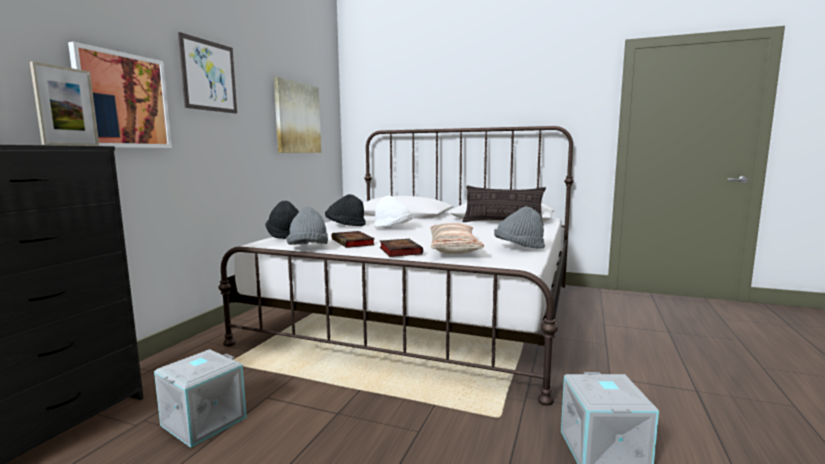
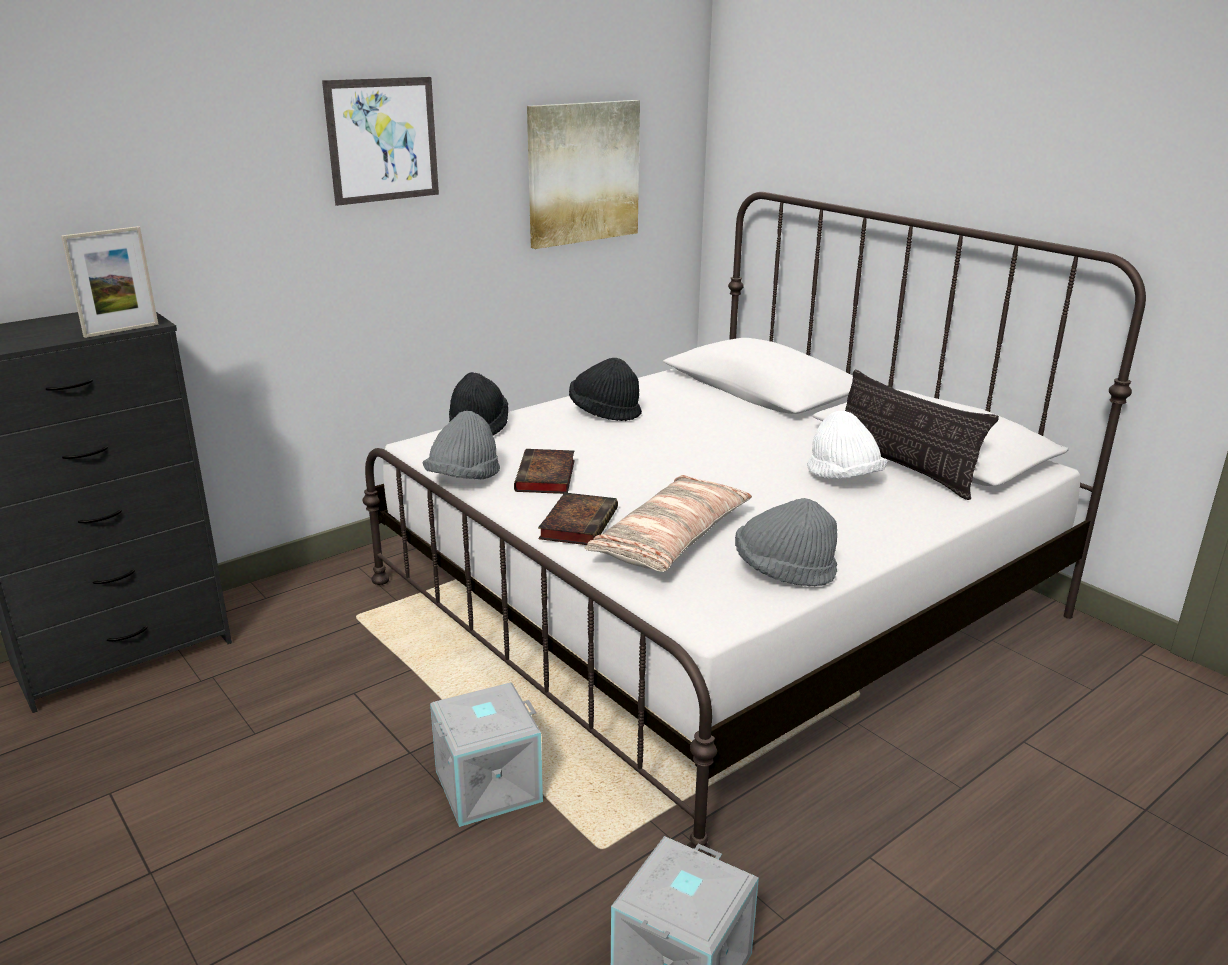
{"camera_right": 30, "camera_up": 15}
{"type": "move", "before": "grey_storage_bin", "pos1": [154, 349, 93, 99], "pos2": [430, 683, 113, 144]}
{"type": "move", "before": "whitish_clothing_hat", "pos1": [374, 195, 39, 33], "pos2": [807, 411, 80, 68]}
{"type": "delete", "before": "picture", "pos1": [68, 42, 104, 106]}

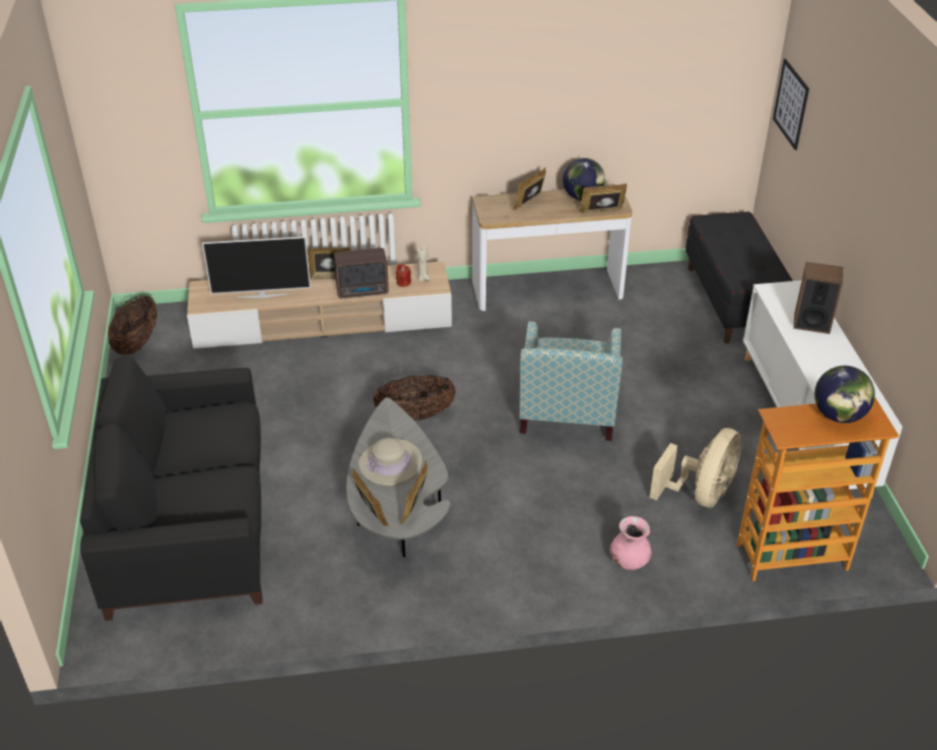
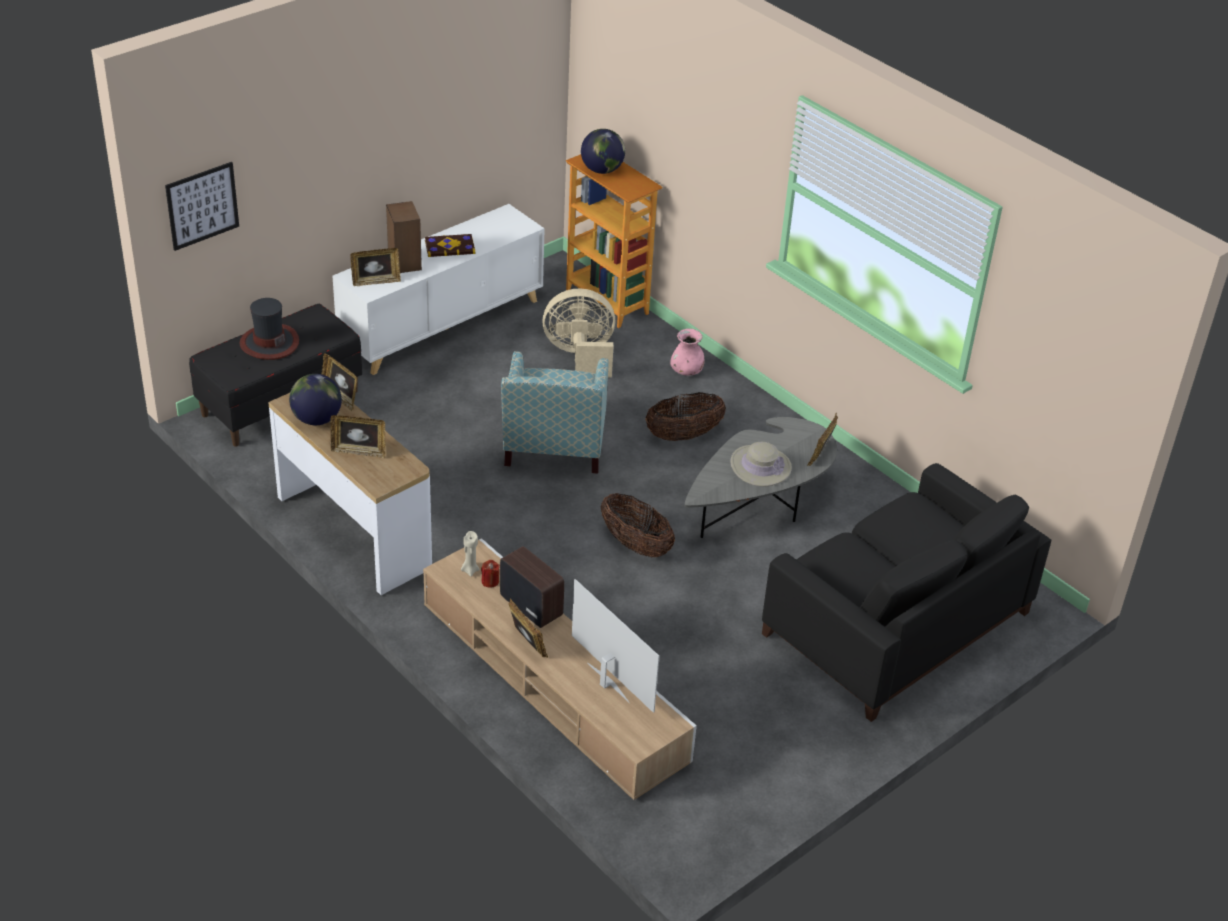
{"camera_right": -125, "camera_up": 0}
{"type": "insert", "after": "clothing_hat", "pos2": [240, 298, 59, 62]}
{"type": "move", "before": "picture_frame", "pos1": [399, 460, 29, 64], "pos2": [350, 248, 51, 38]}
{"type": "insert", "after": "book", "pos2": [425, 234, 50, 23]}
{"type": "rotate", "before": "easy_chair", "pos1": [519, 321, 104, 120], "pos2": [501, 351, 108, 123], "turn": 120}
{"type": "move", "before": "household_basket", "pos1": [108, 295, 49, 60], "pos2": [645, 392, 81, 49]}

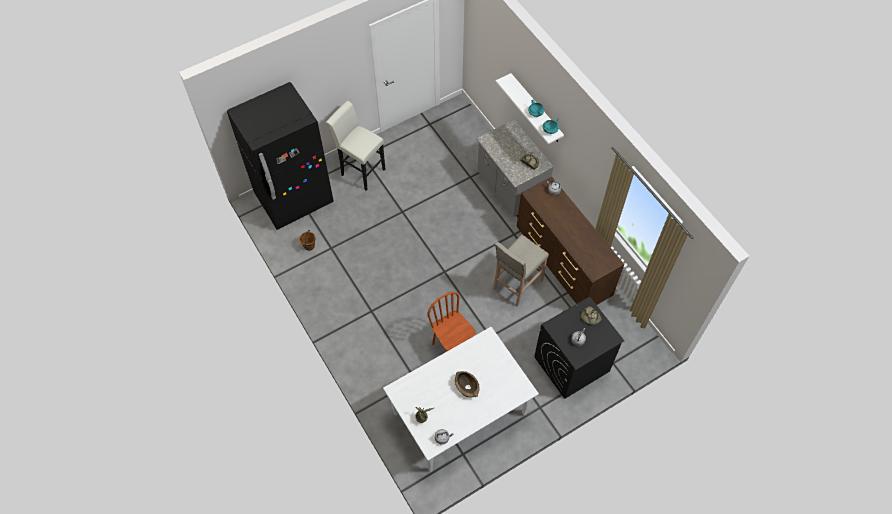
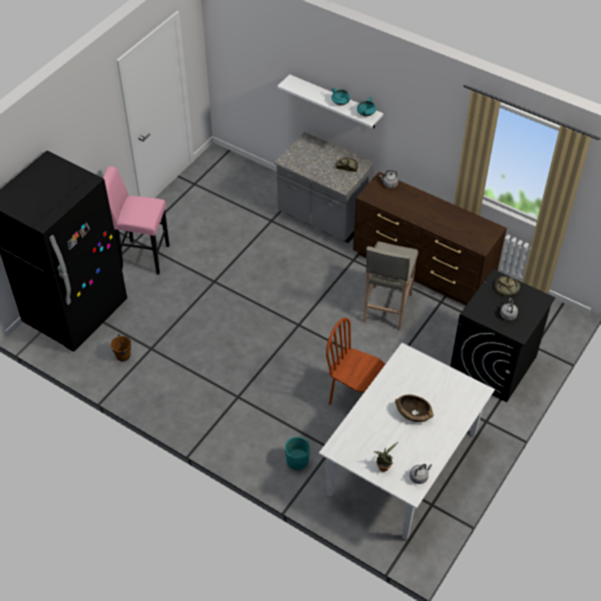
{"camera_right": -25, "camera_up": -10}
{"type": "recolor", "before": "whitish_stool_seat", "after": "pinkish_stool_seat", "pos1": [326, 101, 60, 89], "pos2": [103, 166, 67, 109]}
{"type": "insert", "after": "turquoise-coloured_flower_pot", "pos2": [285, 437, 25, 34]}

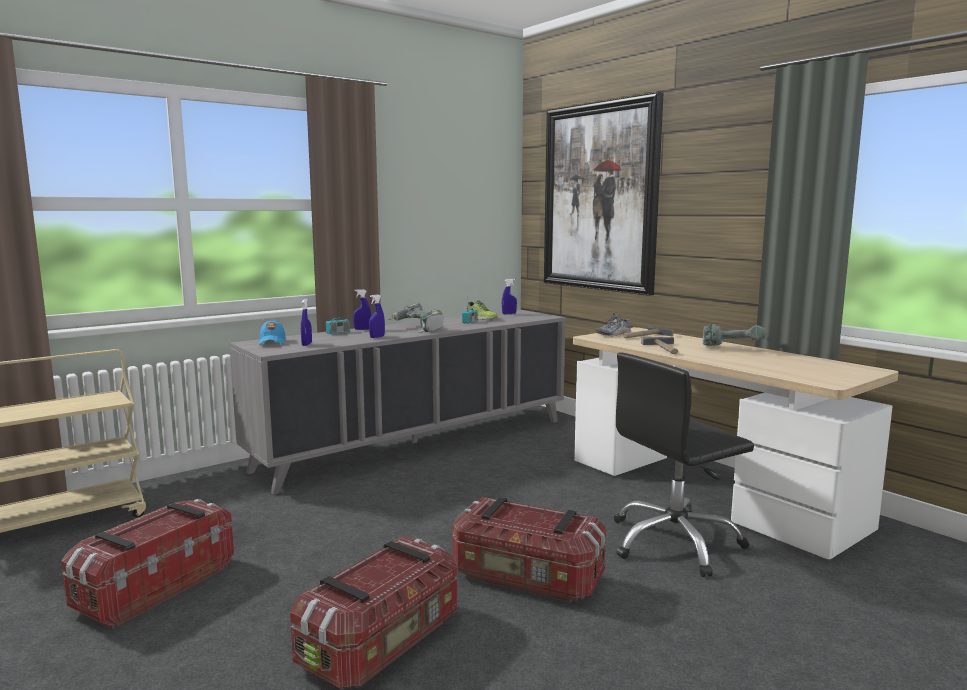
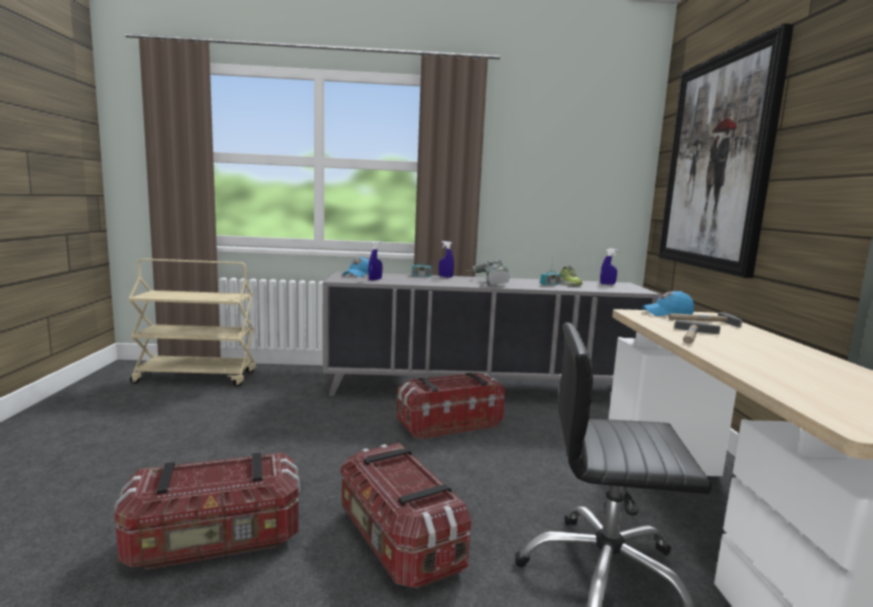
{"camera_right": 35, "camera_up": 0}
{"type": "move", "before": "storage_bin", "pos1": [61, 499, 173, 130], "pos2": [397, 372, 108, 68]}
{"type": "replace", "before": "shoe", "after": "blue_cap", "pos1": [595, 313, 36, 24], "pos2": [642, 291, 52, 25]}
{"type": "delete", "before": "blue_sprayer", "pos1": [369, 294, 16, 44]}
{"type": "delete", "before": "drill", "pos1": [703, 324, 63, 22]}

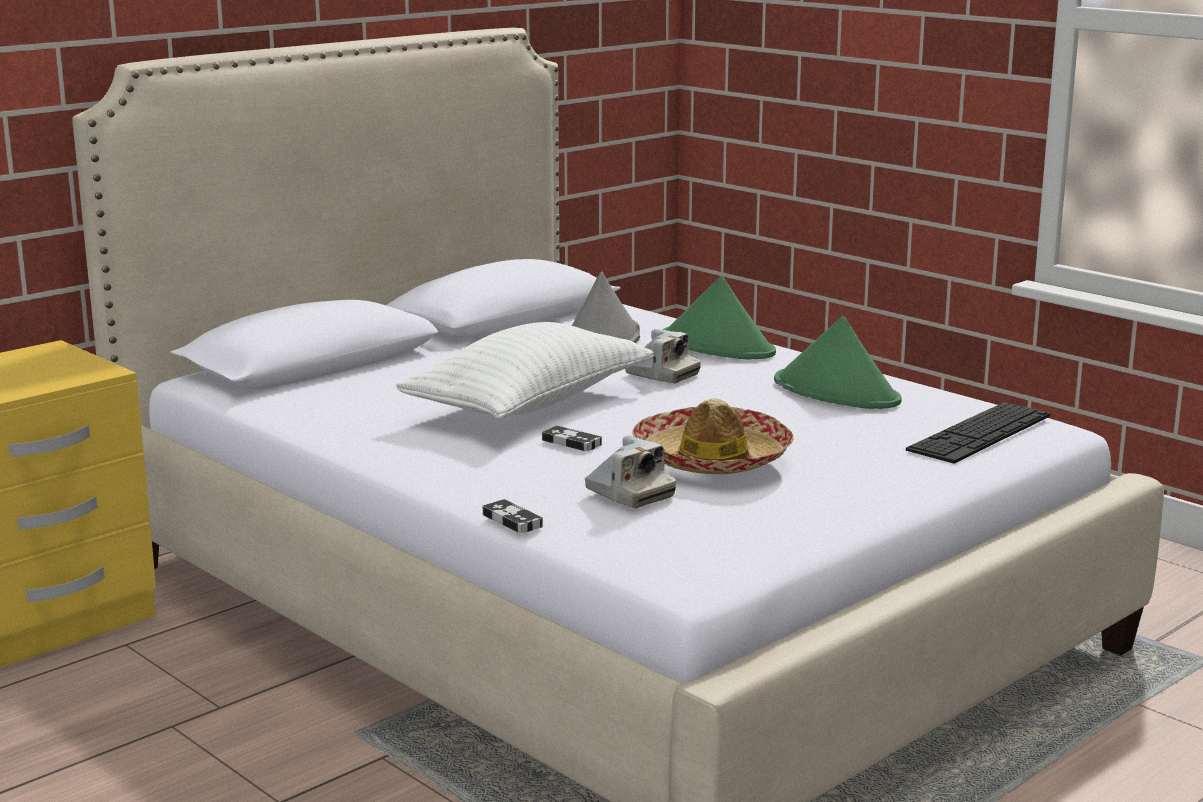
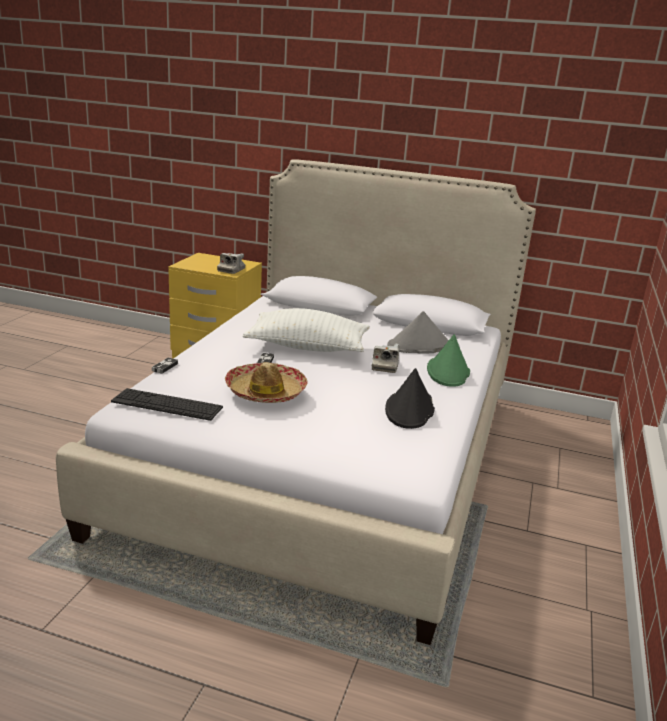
{"camera_right": 60, "camera_up": 5}
{"type": "move", "before": "keyboard", "pos1": [906, 402, 144, 62], "pos2": [111, 388, 112, 33]}
{"type": "move", "before": "photo_camera", "pos1": [585, 435, 91, 73], "pos2": [217, 253, 28, 21]}
{"type": "recolor", "before": "green-coloured_clothing_hat", "after": "blackish_clothing_hat", "pos1": [774, 316, 128, 93], "pos2": [385, 368, 50, 61]}

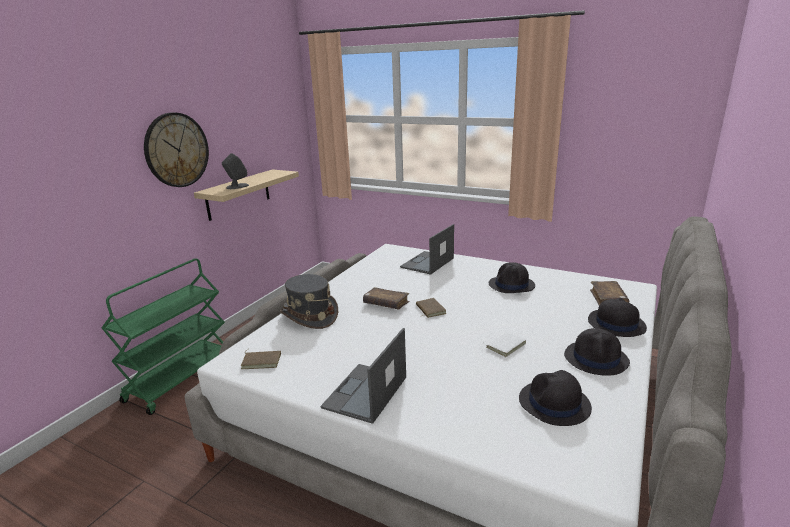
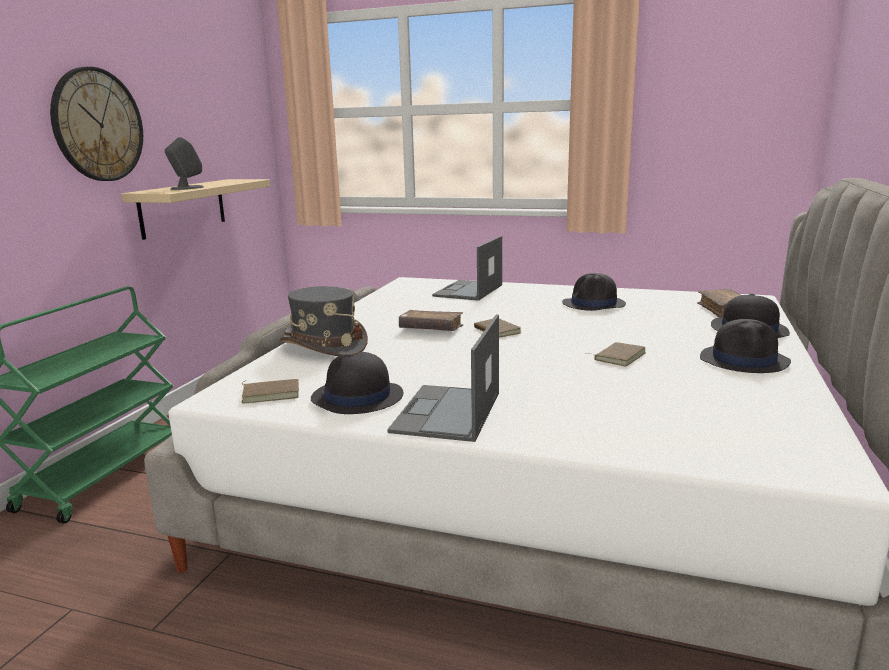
{"camera_right": -10, "camera_up": -5}
{"type": "move", "before": "blackish_clothing_hat", "pos1": [519, 370, 73, 56], "pos2": [311, 352, 92, 62]}
{"type": "recolor", "before": "whitish_book", "after": "brown_book", "pos1": [482, 332, 44, 25], "pos2": [585, 342, 61, 25]}

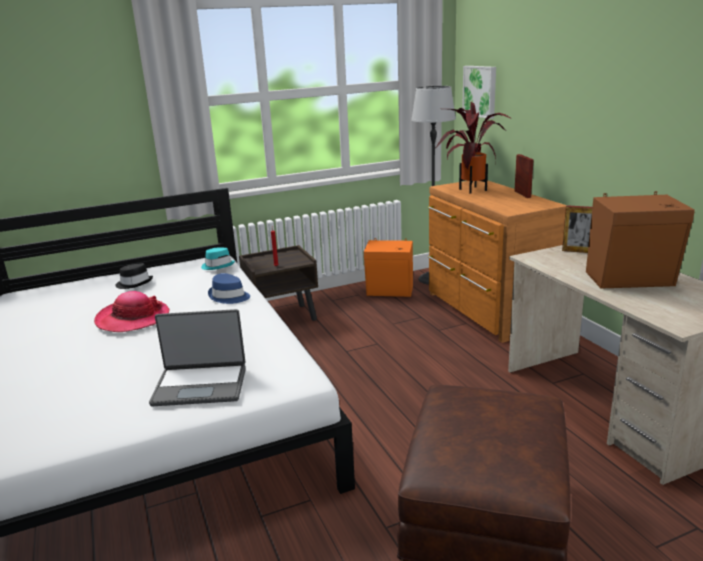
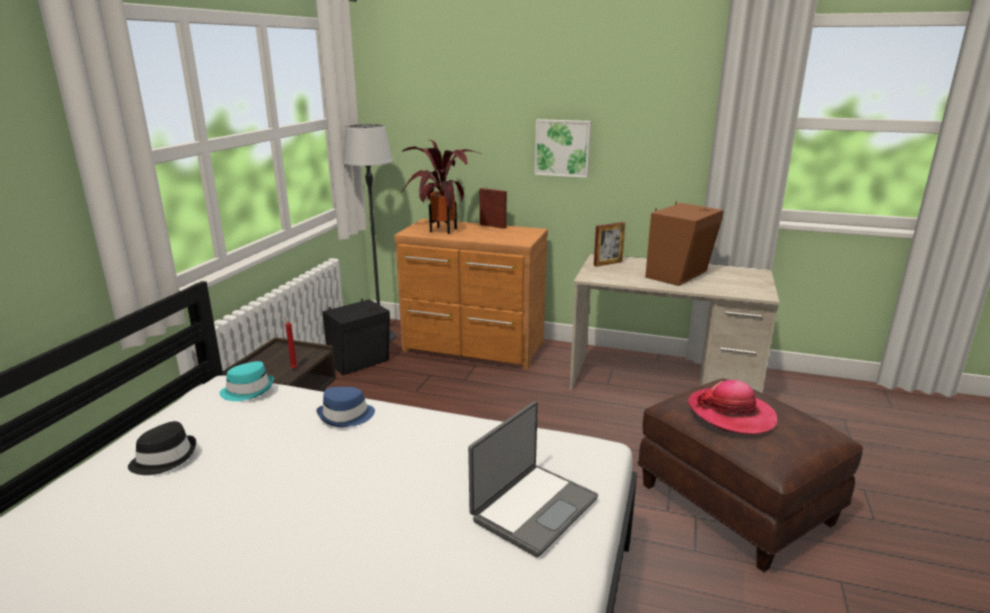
{"camera_right": -50, "camera_up": 0}
{"type": "recolor", "before": "orange-coloured_speaker", "after": "blackish_speaker", "pos1": [364, 238, 49, 59], "pos2": [323, 299, 67, 76]}
{"type": "move", "before": "picture", "pos1": [462, 66, 34, 53], "pos2": [534, 119, 57, 59]}
{"type": "move", "before": "clothing_hat", "pos1": [94, 291, 75, 41], "pos2": [687, 380, 91, 55]}

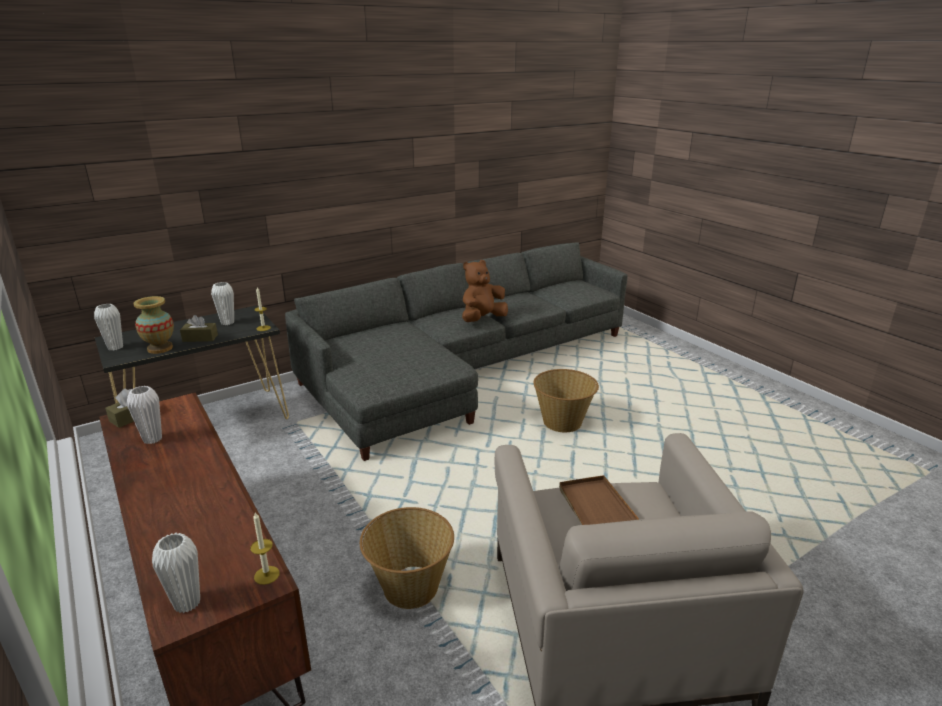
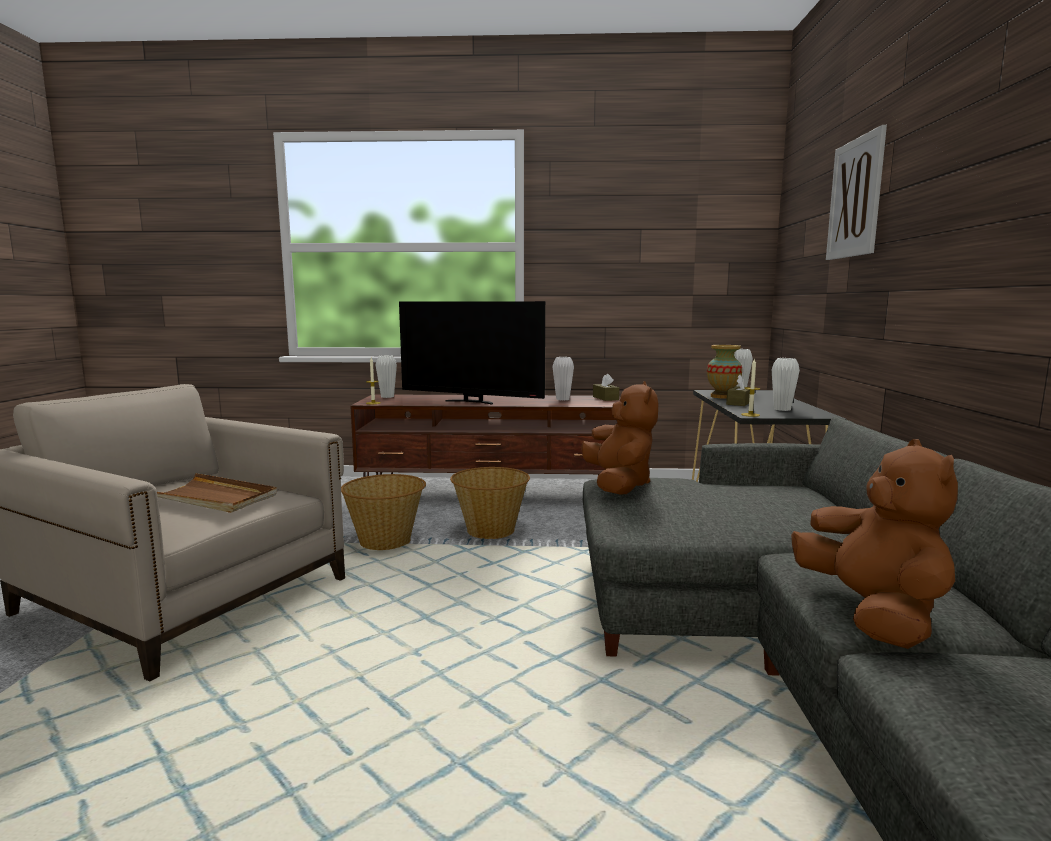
{"camera_right": 125, "camera_up": -15}
{"type": "insert", "after": "TV_set", "pos2": [399, 301, 146, 104]}
{"type": "move", "before": "household_basket", "pos1": [533, 369, 66, 63], "pos2": [450, 467, 80, 72]}
{"type": "insert", "after": "brown_cuddly_toy", "pos2": [581, 381, 78, 114]}
{"type": "insert", "after": "picture", "pos2": [826, 125, 61, 135]}

